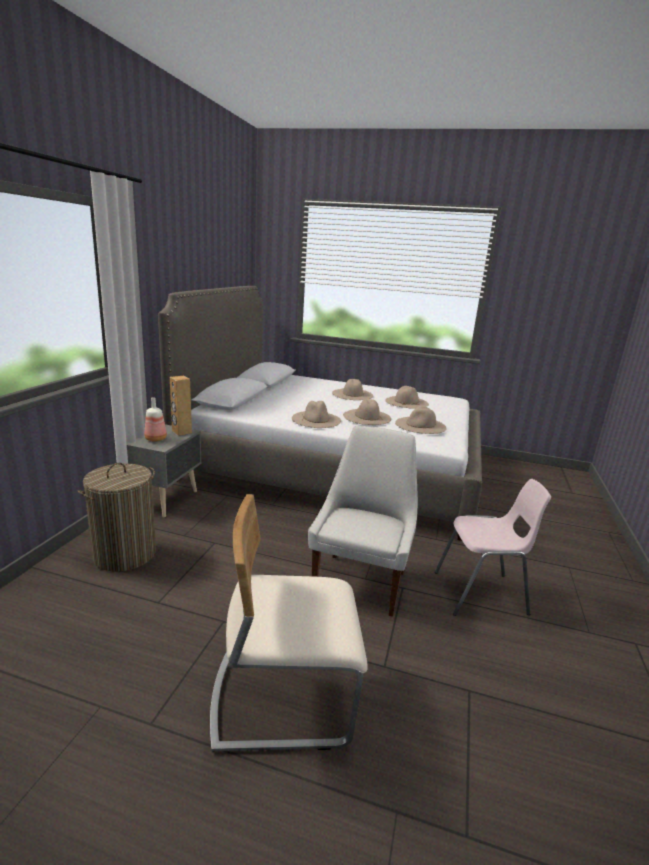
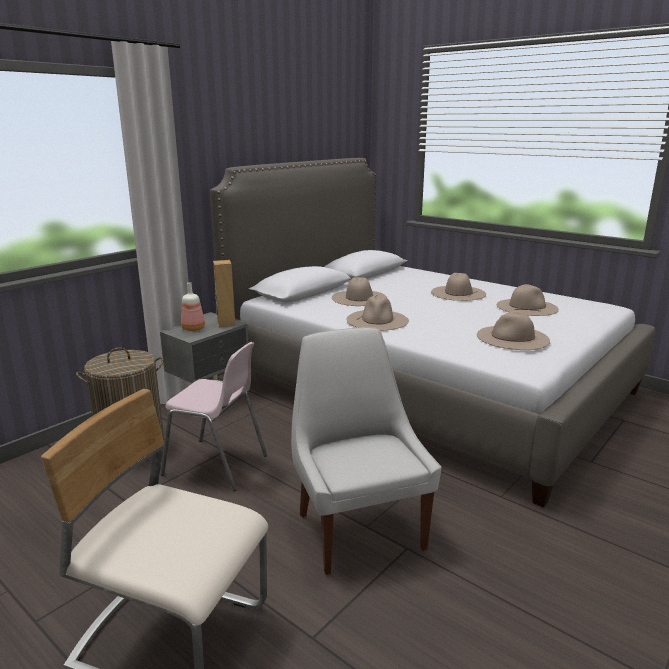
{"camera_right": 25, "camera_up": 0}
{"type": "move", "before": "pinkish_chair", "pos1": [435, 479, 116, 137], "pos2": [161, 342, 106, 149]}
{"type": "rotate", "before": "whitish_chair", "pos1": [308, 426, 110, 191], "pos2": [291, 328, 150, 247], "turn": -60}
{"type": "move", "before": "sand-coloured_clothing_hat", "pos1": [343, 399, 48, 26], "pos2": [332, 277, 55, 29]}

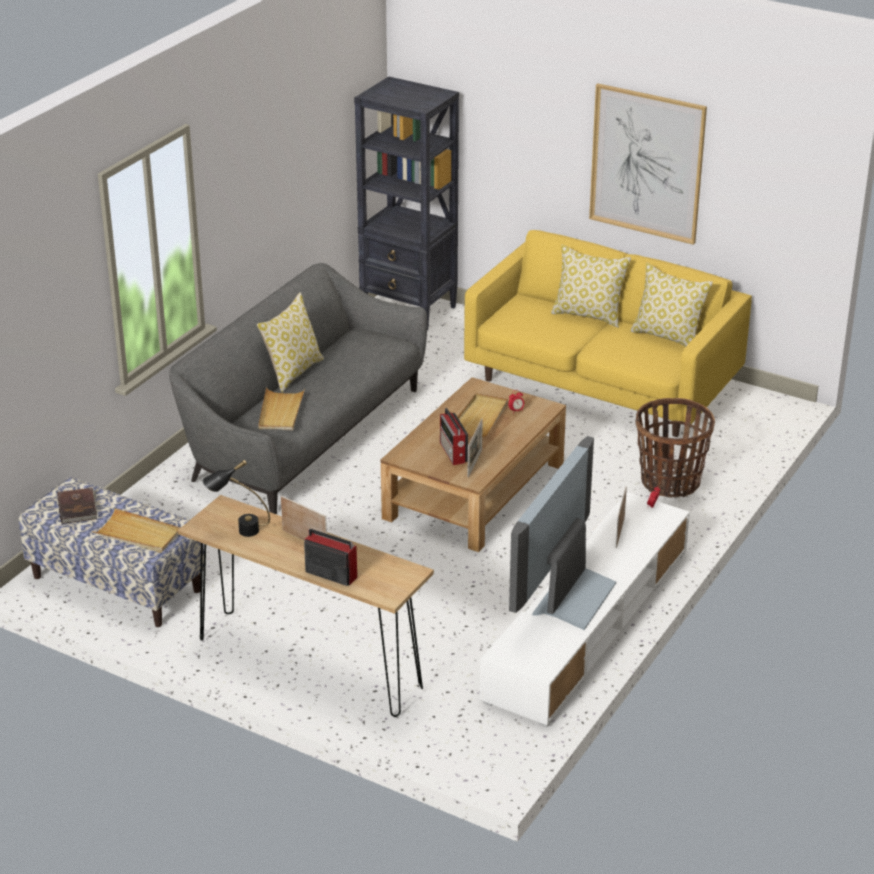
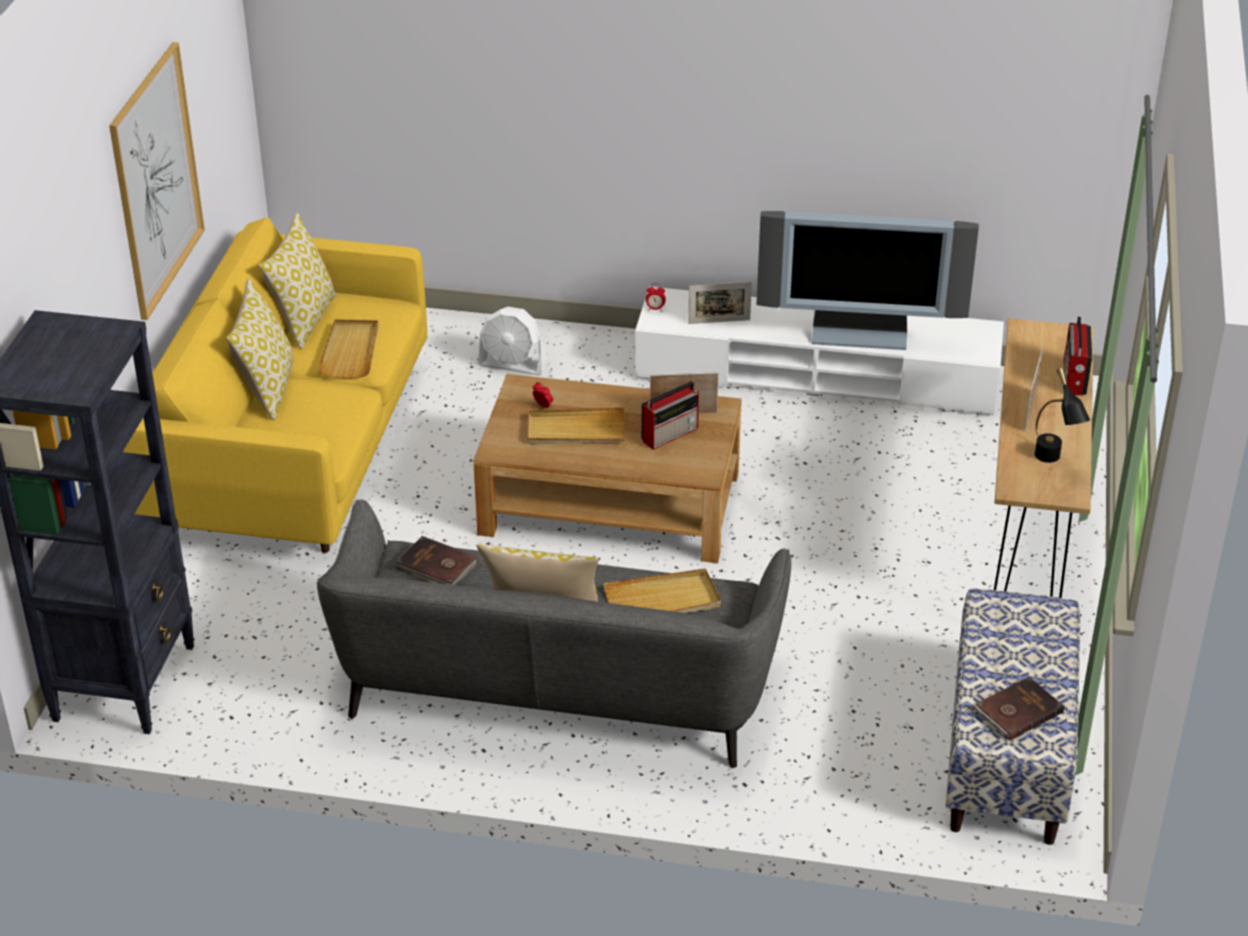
{"camera_right": -110, "camera_up": 5}
{"type": "move", "before": "sand-coloured_serving_tray", "pos1": [92, 508, 88, 45], "pos2": [317, 320, 61, 59]}
{"type": "insert", "after": "brown_book", "pos2": [395, 536, 82, 49]}
{"type": "replace", "before": "household_basket", "after": "whitish_cooling_fan", "pos1": [636, 398, 79, 99], "pos2": [478, 307, 70, 69]}

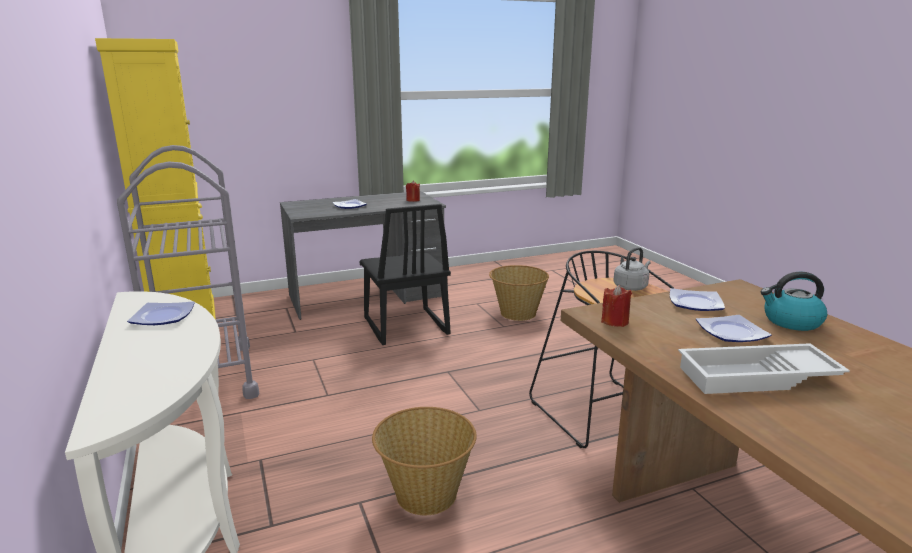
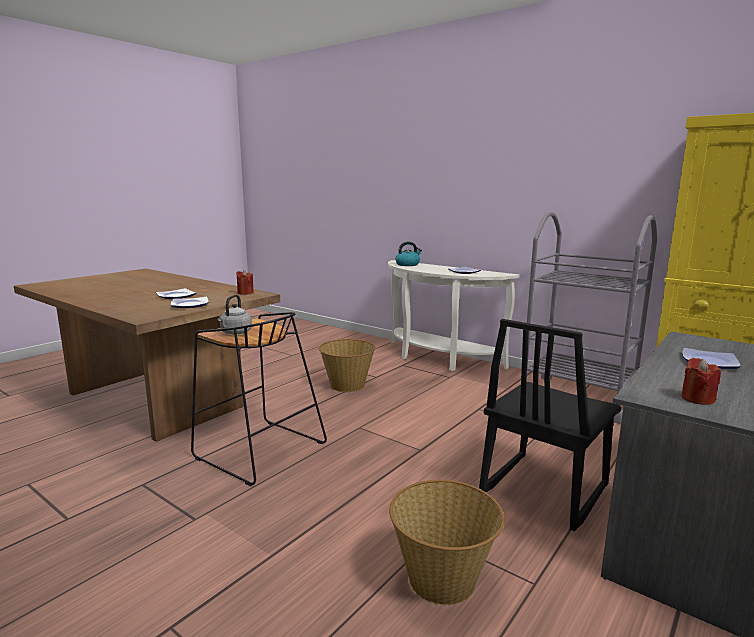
{"camera_right": 150, "camera_up": -5}
{"type": "move", "before": "tea_kettle", "pos1": [761, 272, 66, 59], "pos2": [395, 241, 27, 25]}
{"type": "rotate", "before": "blackish_chair", "pos1": [359, 204, 92, 141], "pos2": [479, 319, 142, 213], "turn": -90}
{"type": "delete", "before": "whitish_serving_tray", "pos1": [678, 343, 172, 51]}

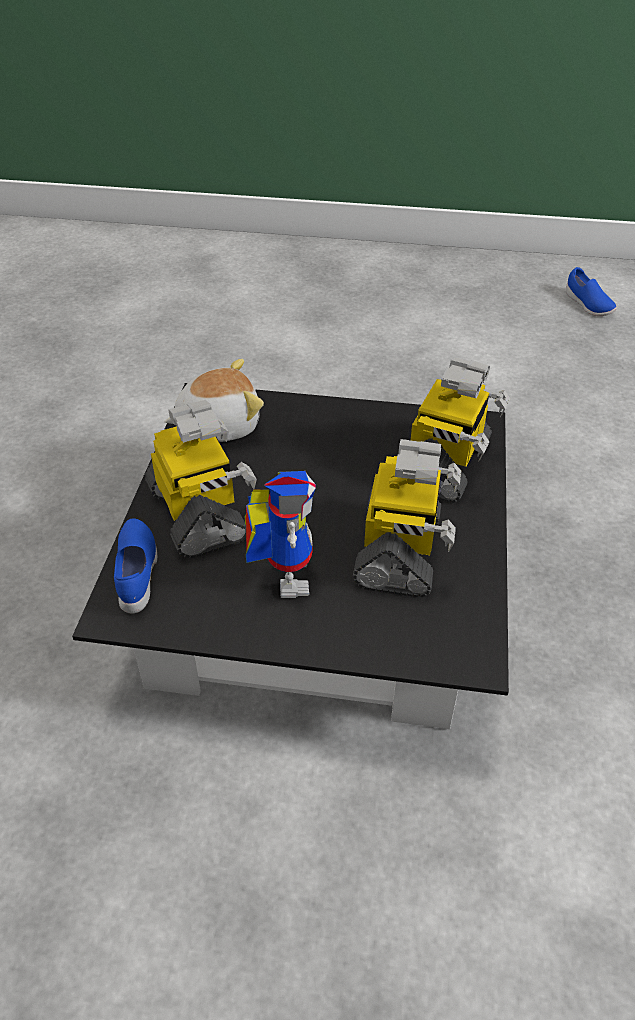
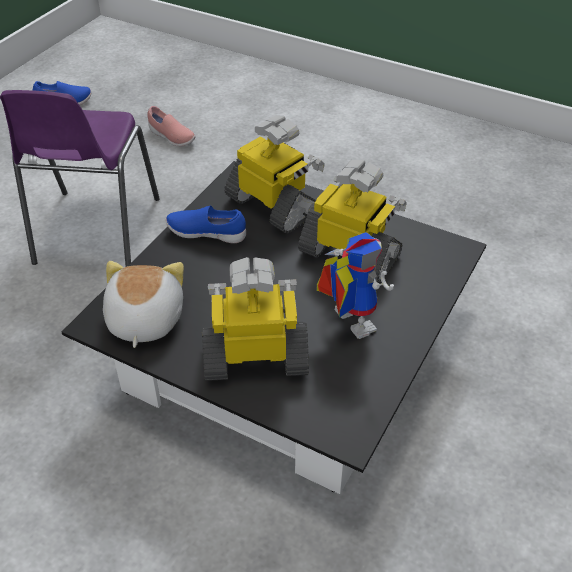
{"camera_right": -70, "camera_up": 0}
{"type": "insert", "after": "purplish_chair", "pos2": [0, 90, 160, 177]}
{"type": "insert", "after": "pinkish_shoe", "pos2": [147, 106, 49, 41]}
{"type": "move", "before": "blue_shoe", "pos1": [114, 518, 43, 96], "pos2": [165, 206, 81, 37]}
{"type": "rotate", "before": "toy_robot", "pos1": [244, 471, 72, 127], "pos2": [316, 232, 78, 107], "turn": 45}

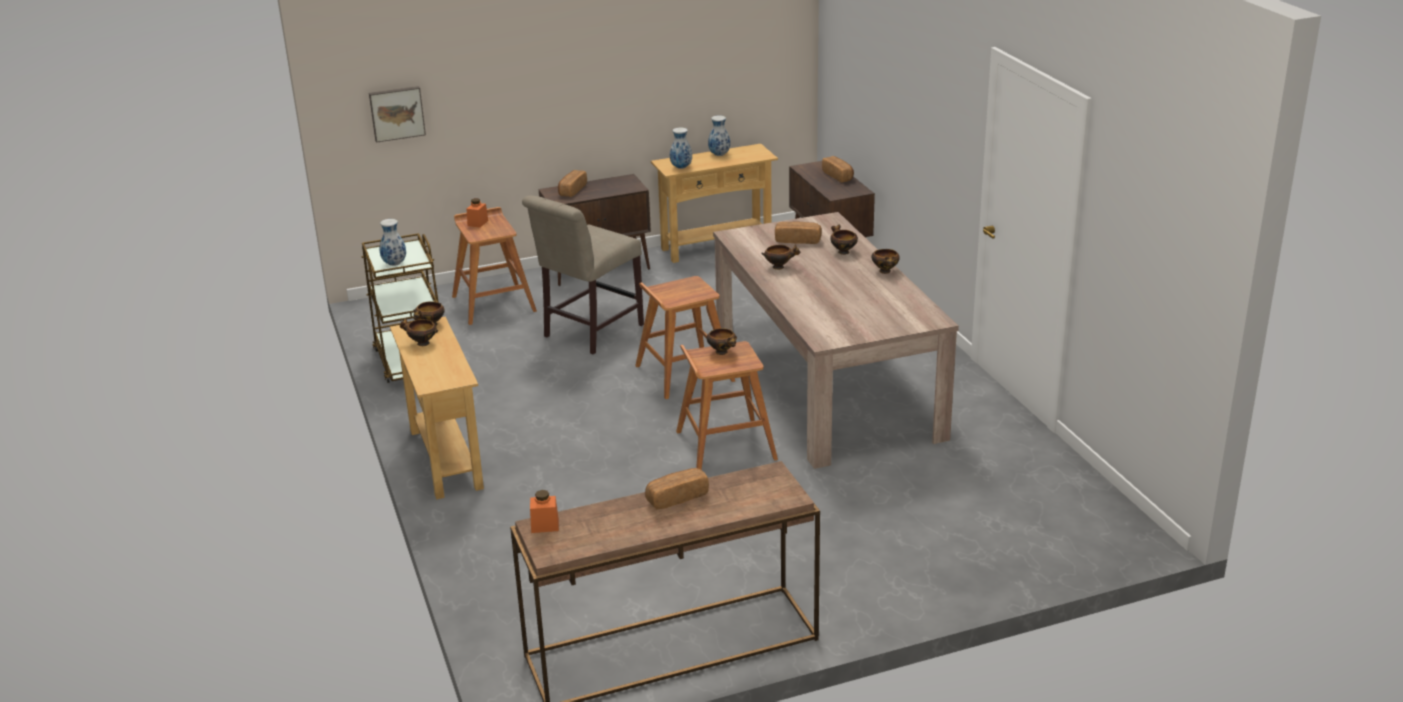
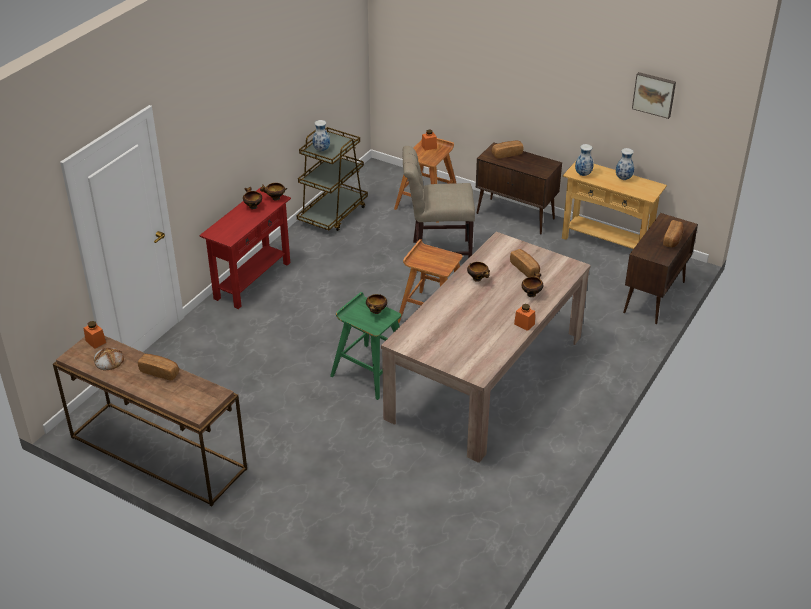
{"camera_right": 50, "camera_up": 10}
{"type": "insert", "after": "bakery_bread", "pos2": [94, 348, 30, 22]}
{"type": "recolor", "before": "sand-coloured_console_table", "after": "reddish_console_table", "pos1": [390, 317, 94, 182], "pos2": [199, 187, 92, 122]}
{"type": "recolor", "before": "brown_stool_seat", "after": "green-coloured_stool_seat", "pos1": [676, 341, 102, 129], "pos2": [330, 292, 71, 108]}
{"type": "replace", "before": "bowl", "after": "orange-coloured_storage_jar", "pos1": [871, 249, 29, 25], "pos2": [514, 304, 21, 27]}
{"type": "move", "before": "picture", "pos1": [369, 86, 57, 57], "pos2": [632, 72, 44, 47]}

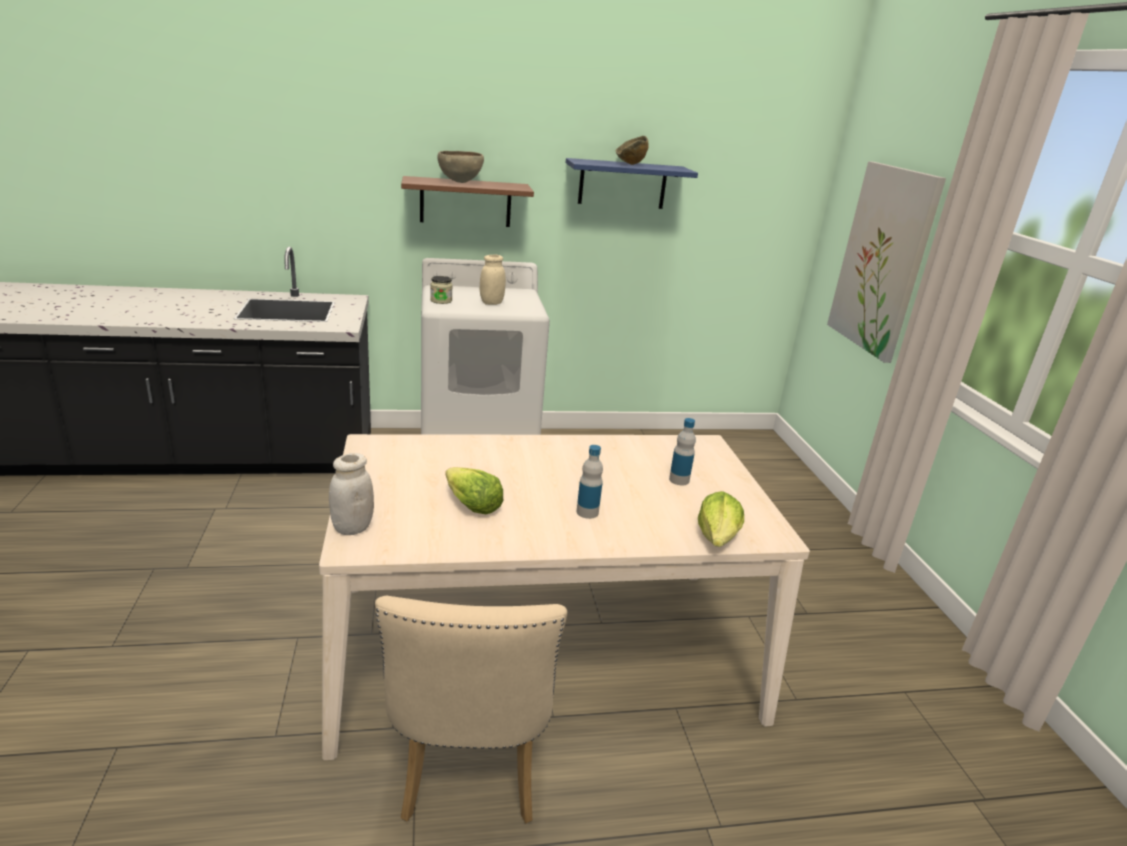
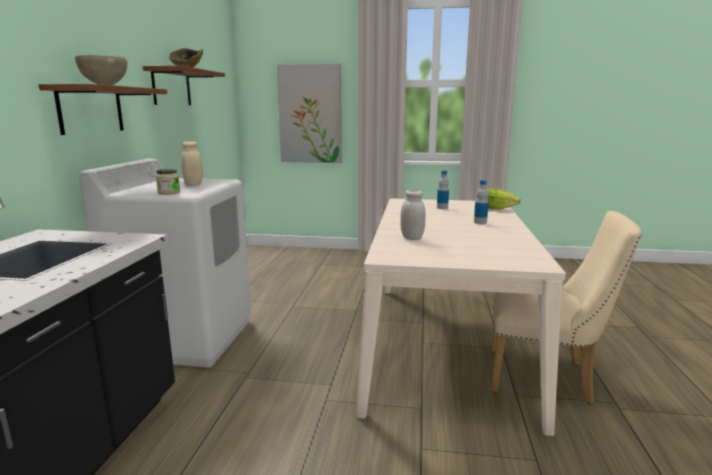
{"camera_right": -70, "camera_up": -10}
{"type": "recolor", "before": "blue_wall_shelf", "after": "brown_wall_shelf", "pos1": [566, 158, 132, 51], "pos2": [143, 66, 82, 39]}
{"type": "move", "before": "whitish_storage_jar", "pos1": [329, 453, 45, 82], "pos2": [400, 190, 26, 50]}
{"type": "delete", "before": "lettuce_head", "pos1": [445, 467, 58, 47]}

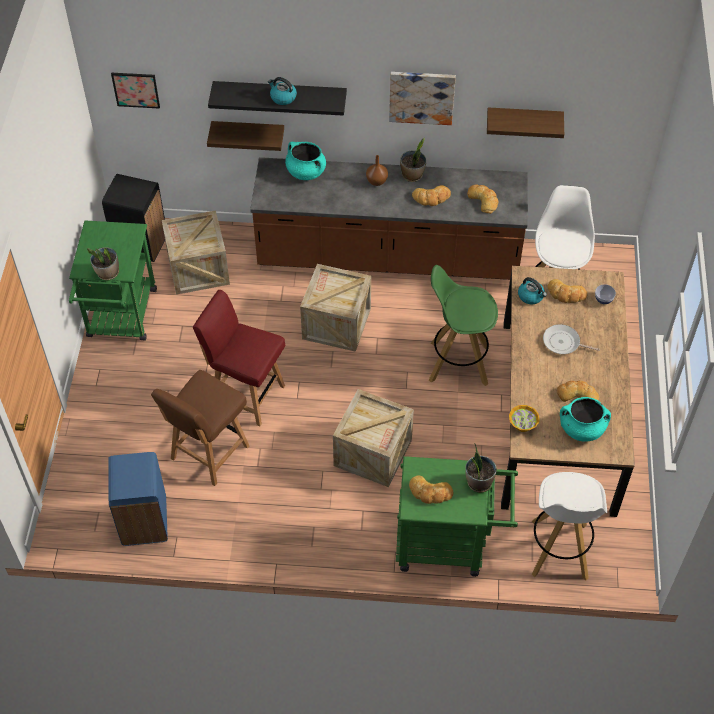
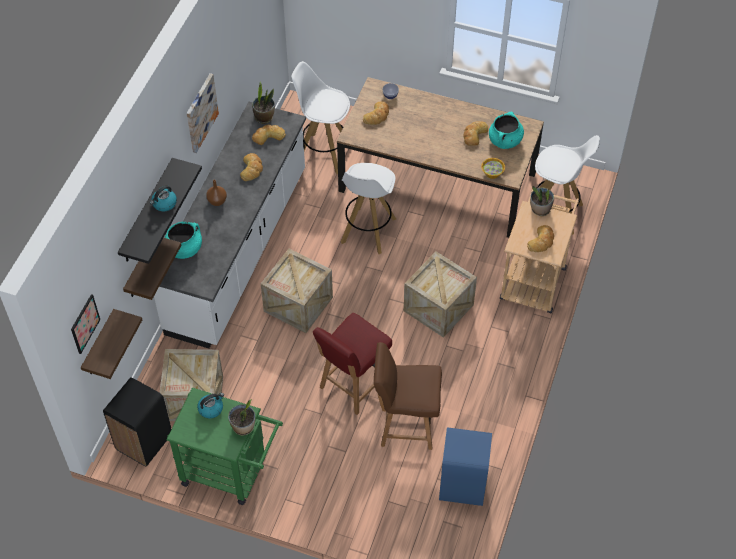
{"camera_right": -75, "camera_up": 0}
{"type": "move", "before": "wall_shelf", "pos1": [487, 107, 77, 31], "pos2": [81, 309, 61, 70]}
{"type": "recolor", "before": "brown_counter", "after": "whitish_counter", "pos1": [250, 157, 278, 123], "pos2": [154, 102, 152, 247]}
{"type": "move", "before": "tea_kettle", "pos1": [518, 277, 29, 27], "pos2": [197, 393, 27, 25]}
{"type": "move", "before": "houseplant", "pos1": [400, 138, 26, 44], "pos2": [252, 82, 23, 42]}
{"type": "recolor", "before": "green-coloured_stool_seat", "after": "whitish_stool_seat", "pos1": [429, 265, 69, 121], "pos2": [341, 163, 55, 91]}
{"type": "rotate", "before": "brown_chair", "pos1": [151, 370, 98, 116], "pos2": [374, 342, 68, 108], "turn": 135}
{"type": "recolor", "before": "green-coloured_wheeled_cart", "after": "sand-coloured_wheeled_cart", "pos1": [396, 456, 122, 121], "pos2": [500, 189, 79, 124]}
{"type": "delete", "before": "pan", "pos1": [543, 324, 57, 30]}

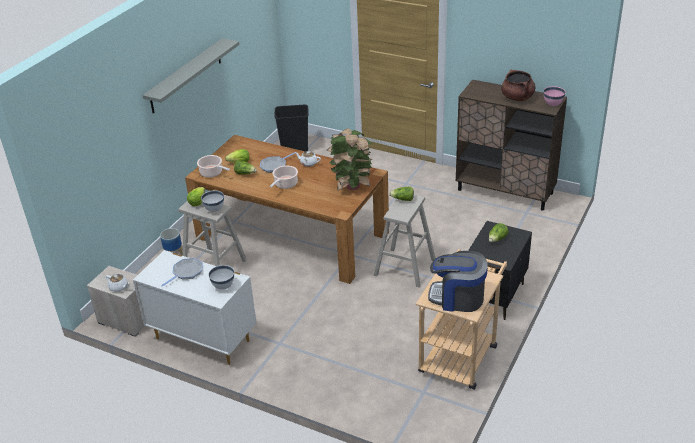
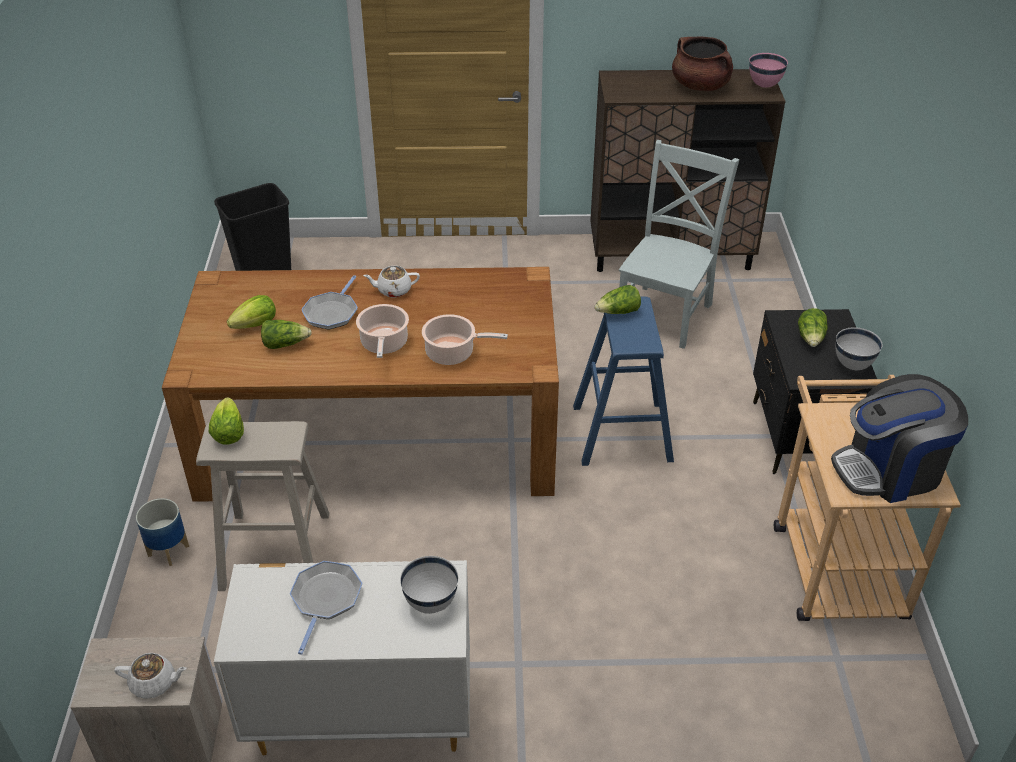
{"camera_right": -30, "camera_up": 5}
{"type": "move", "before": "cooking_pot", "pos1": [197, 155, 33, 23], "pos2": [422, 314, 86, 51]}
{"type": "recolor", "before": "sand-coloured_stool_seat", "after": "blue_stool_seat", "pos1": [374, 194, 62, 93], "pos2": [573, 297, 101, 169]}
{"type": "insert", "after": "grey_chair", "pos2": [619, 140, 120, 209]}
{"type": "move", "before": "whitish_bowl", "pos1": [201, 190, 23, 22], "pos2": [836, 327, 46, 43]}
{"type": "delete", "before": "grey_wall_shelf", "pos1": [142, 38, 97, 75]}
{"type": "delete", "before": "houseplant", "pos1": [327, 128, 46, 63]}

